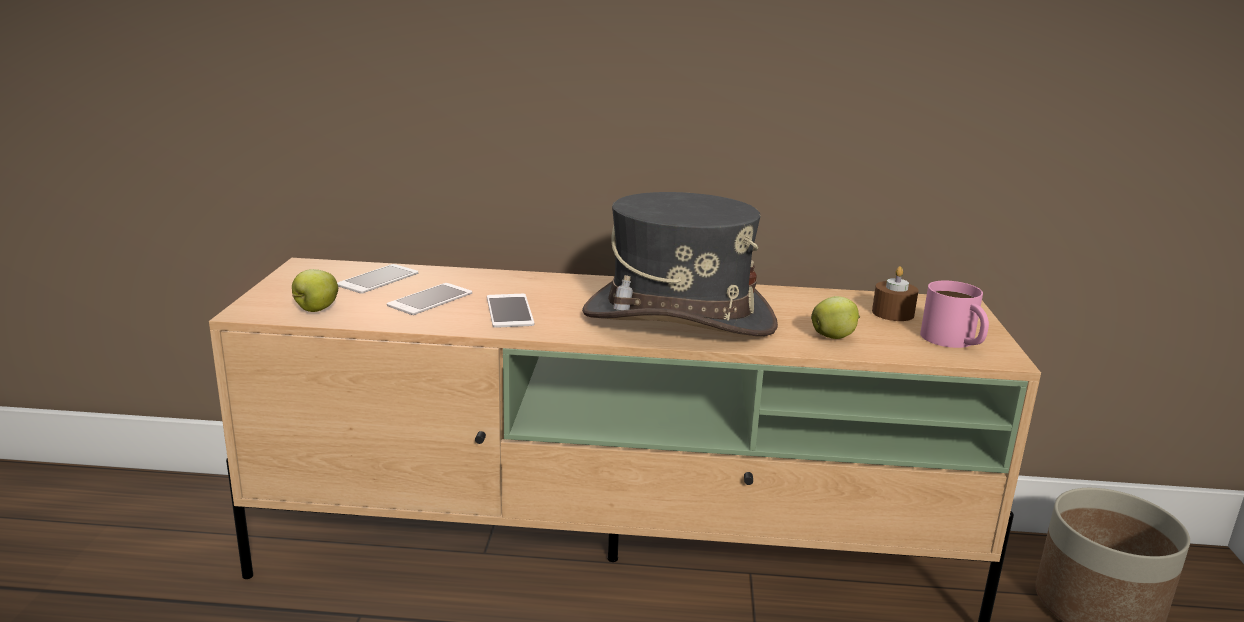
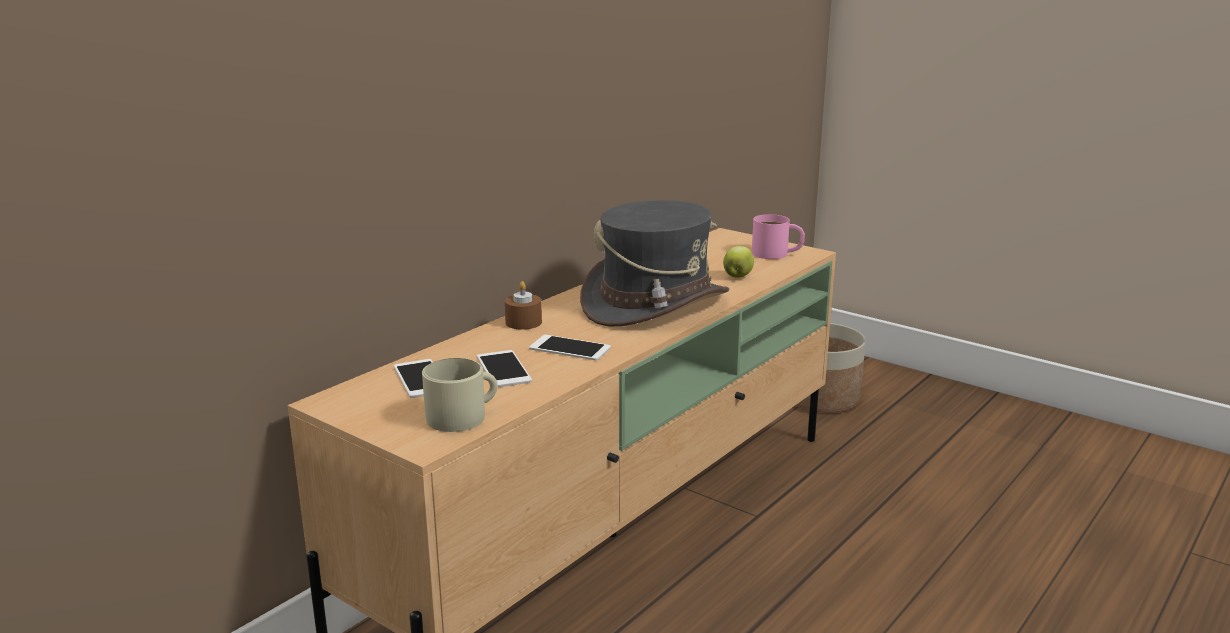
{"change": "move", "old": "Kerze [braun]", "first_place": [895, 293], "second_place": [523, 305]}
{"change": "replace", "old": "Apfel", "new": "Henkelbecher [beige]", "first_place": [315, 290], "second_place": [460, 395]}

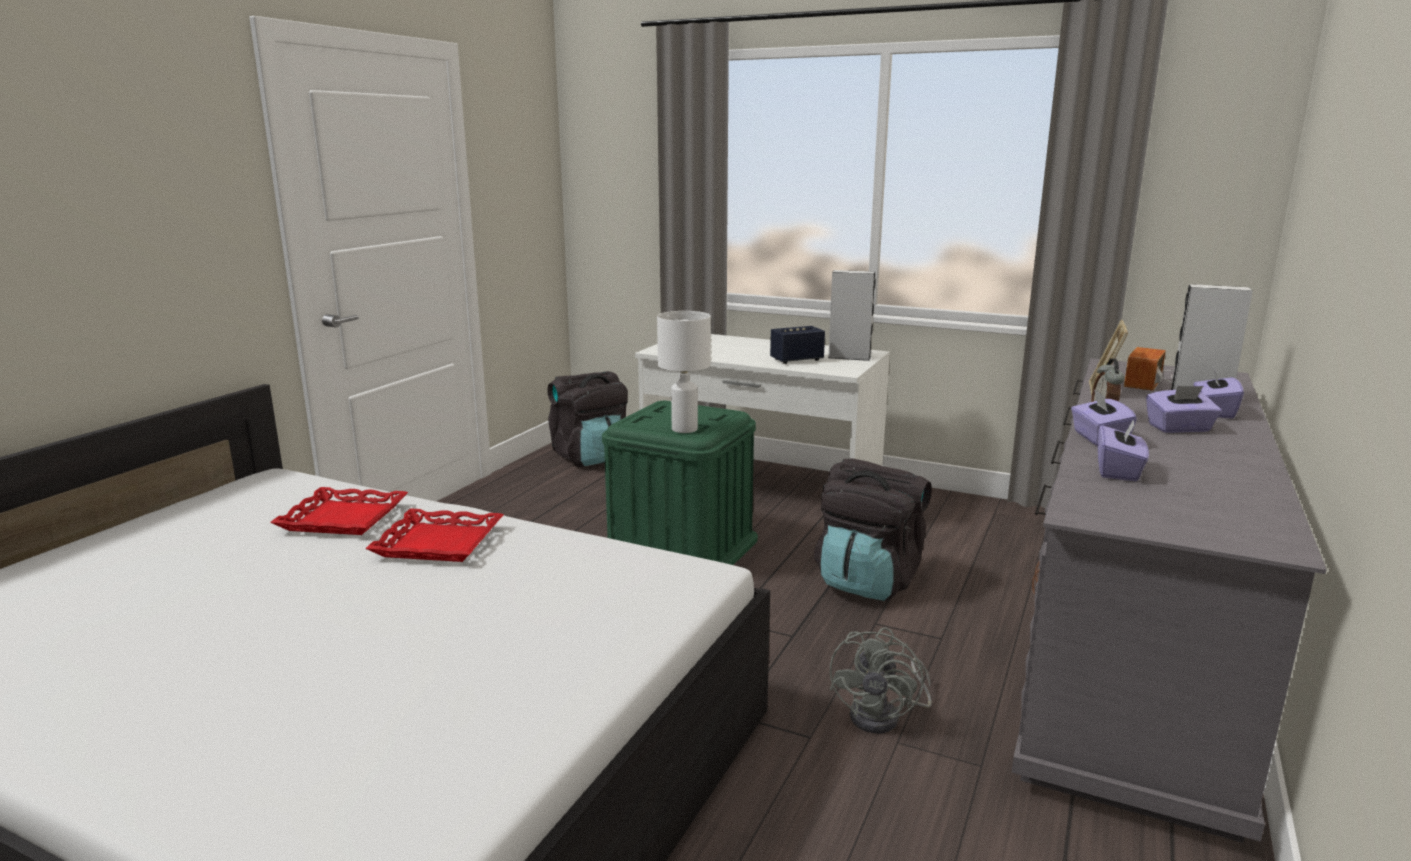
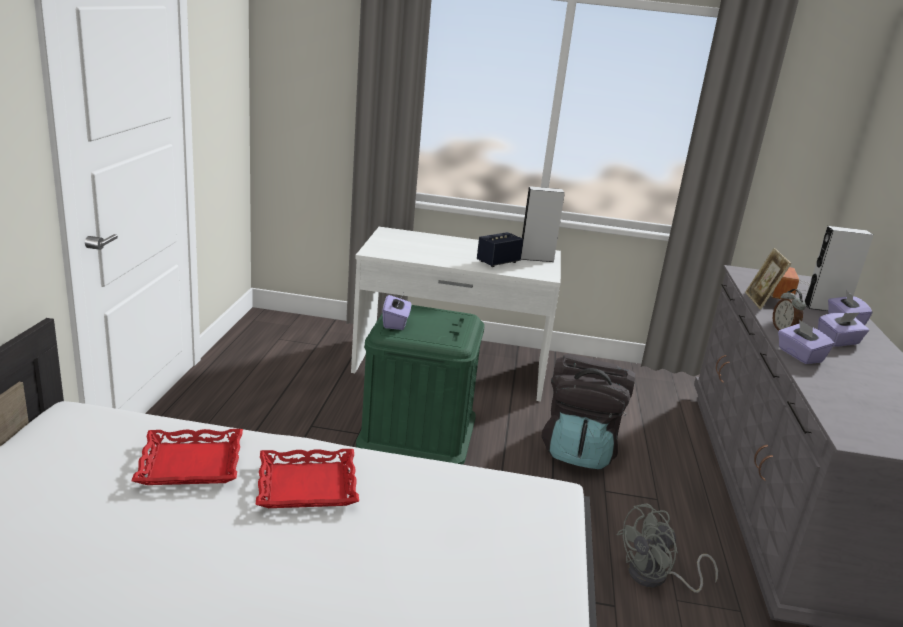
{"change": "delete", "old": "Rucksack [schwarz]", "first_place": [587, 419]}
{"change": "delete", "old": "Tischlampe [weiß]", "first_place": [684, 372]}
{"change": "move", "old": "Taschentuchbox [lila]", "first_place": [1123, 450], "second_place": [397, 312]}
{"change": "rotate", "old": "Ventilator [grau]", "first_place": [881, 681], "second_place": [667, 548], "degrees": 60}

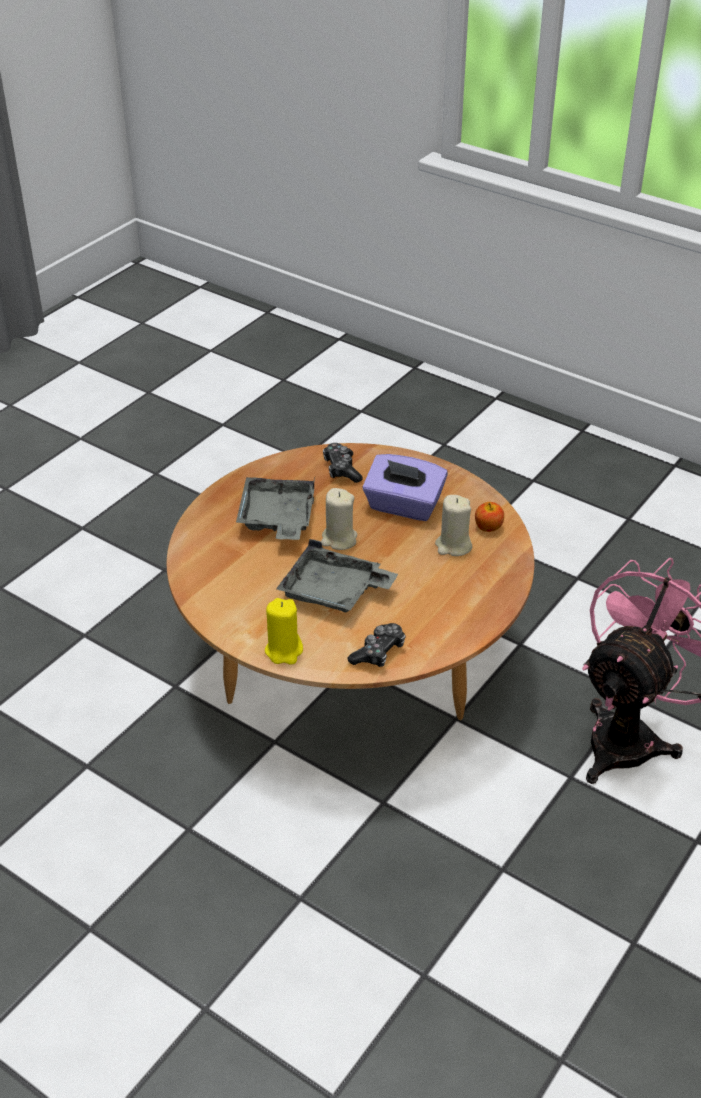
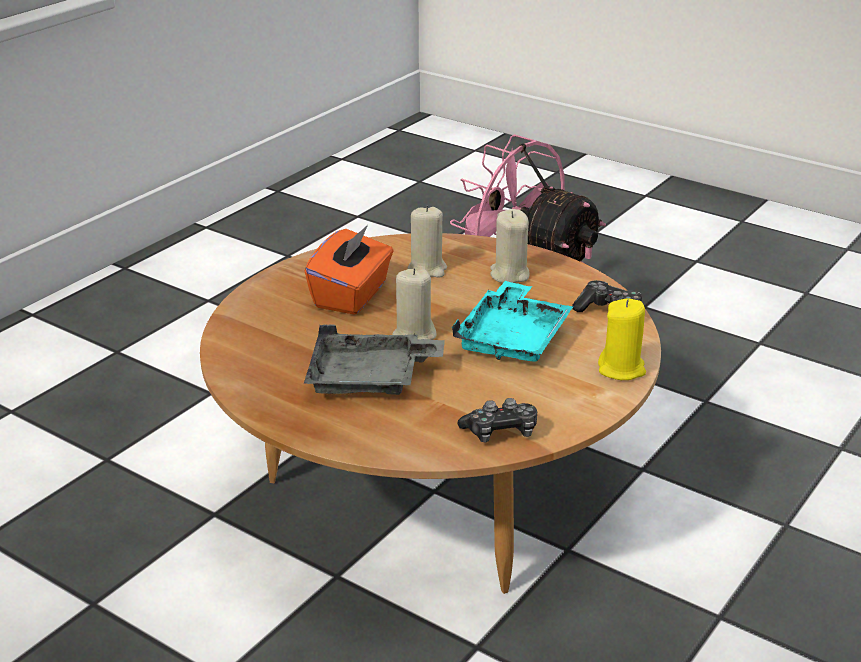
{"change": "delete", "old": "Apfel", "first_place": [489, 517]}
{"change": "insert", "new": "Kerze [beige]", "second_place": [510, 246]}
{"change": "move", "old": "Gamepad", "first_place": [343, 463], "second_place": [497, 420]}
{"change": "recolor", "old": "Tablett [grau]", "new": "Tablett [türkis]", "first_place": [337, 575], "second_place": [512, 321]}
{"change": "recolor", "old": "Taschentuchbox [lila]", "new": "Taschentuchbox [orange]", "first_place": [405, 487], "second_place": [349, 270]}

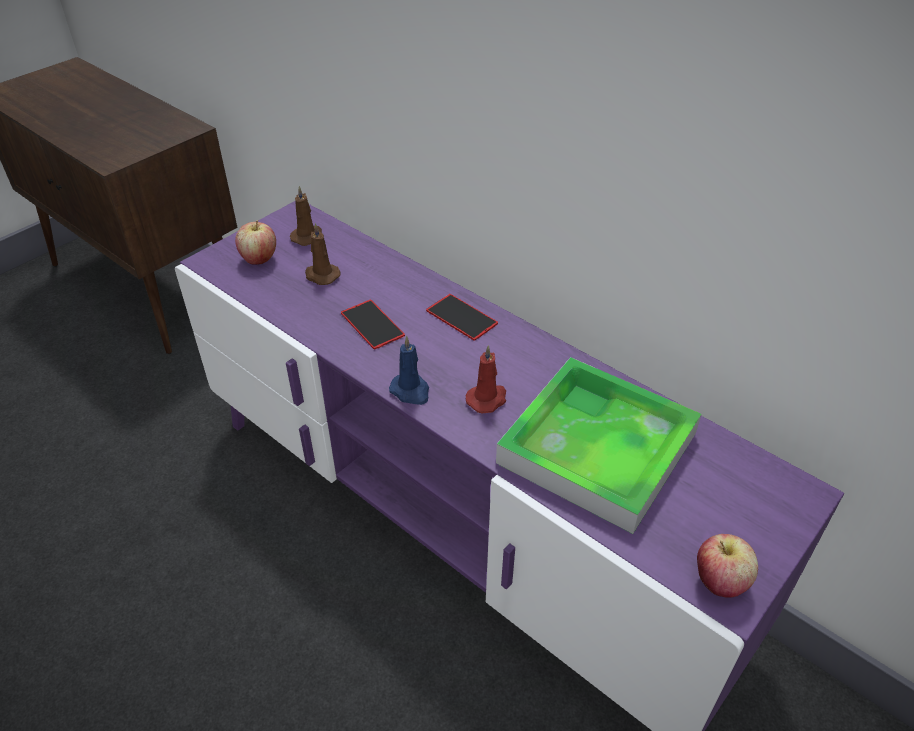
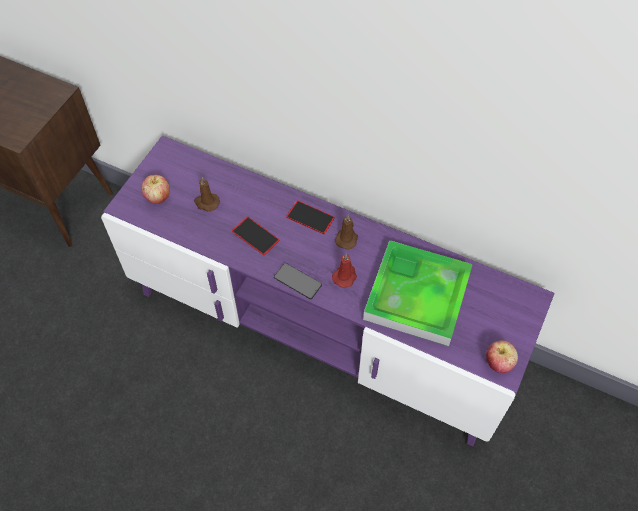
{"change": "move", "old": "Kerze [braun]", "first_place": [306, 216], "second_place": [346, 232]}
{"change": "replace", "old": "Kerze [blau]", "new": "Handy", "first_place": [409, 370], "second_place": [298, 281]}

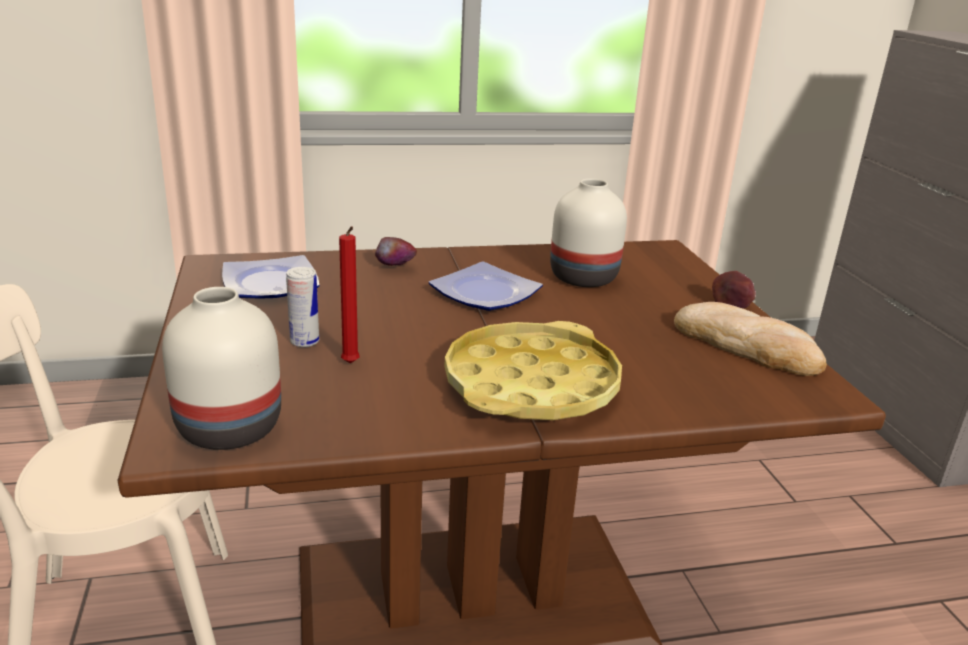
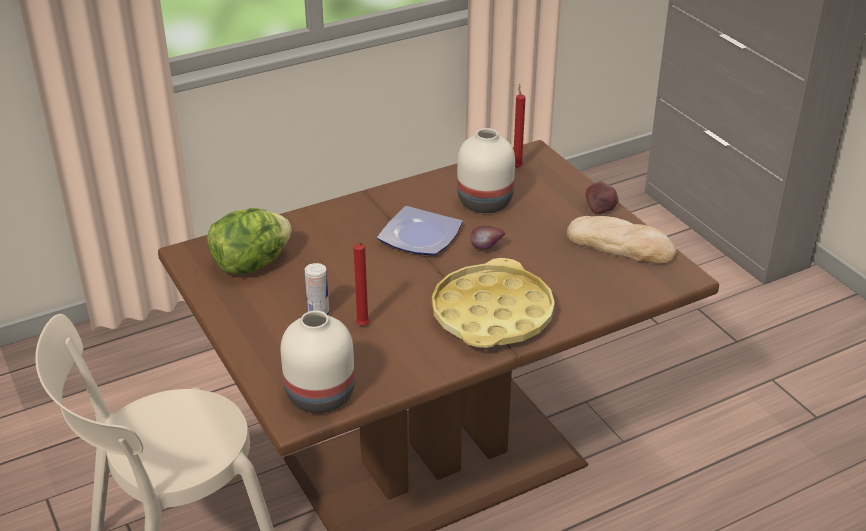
{"change": "insert", "new": "Kerze [rot]", "second_place": [520, 126]}
{"change": "move", "old": "Apfel", "first_place": [396, 251], "second_place": [487, 238]}
{"change": "replace", "old": "Teller", "new": "Salatkopf", "first_place": [271, 277], "second_place": [249, 241]}

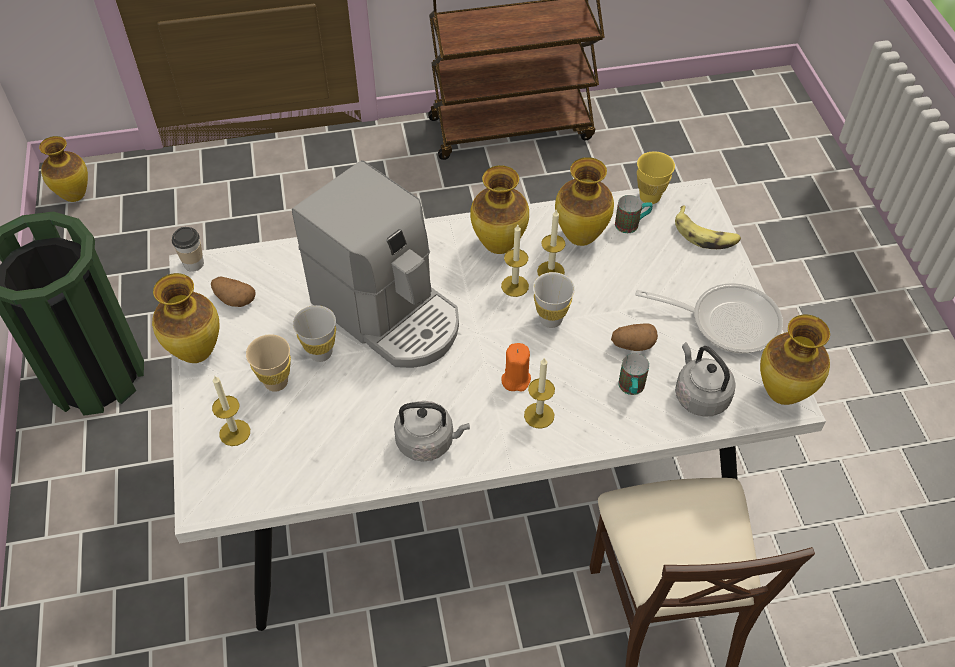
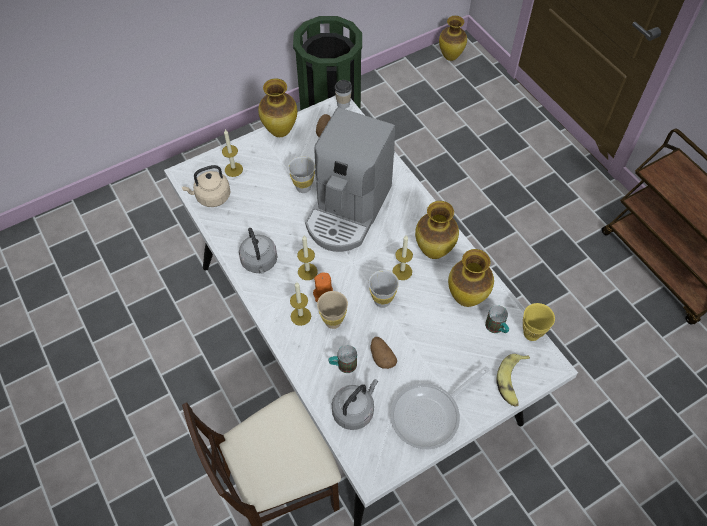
{"change": "delete", "old": "Vase", "first_place": [795, 359]}
{"change": "insert", "new": "Wasserkessel [beige]", "second_place": [206, 186]}
{"change": "move", "old": "Tasse [beige]", "first_place": [268, 363], "second_place": [332, 310]}
{"change": "move", "old": "Kerze", "first_place": [551, 242], "second_place": [307, 257]}
{"change": "rotate", "old": "Pfanne", "first_place": [709, 318], "second_place": [440, 408], "degrees": 60}

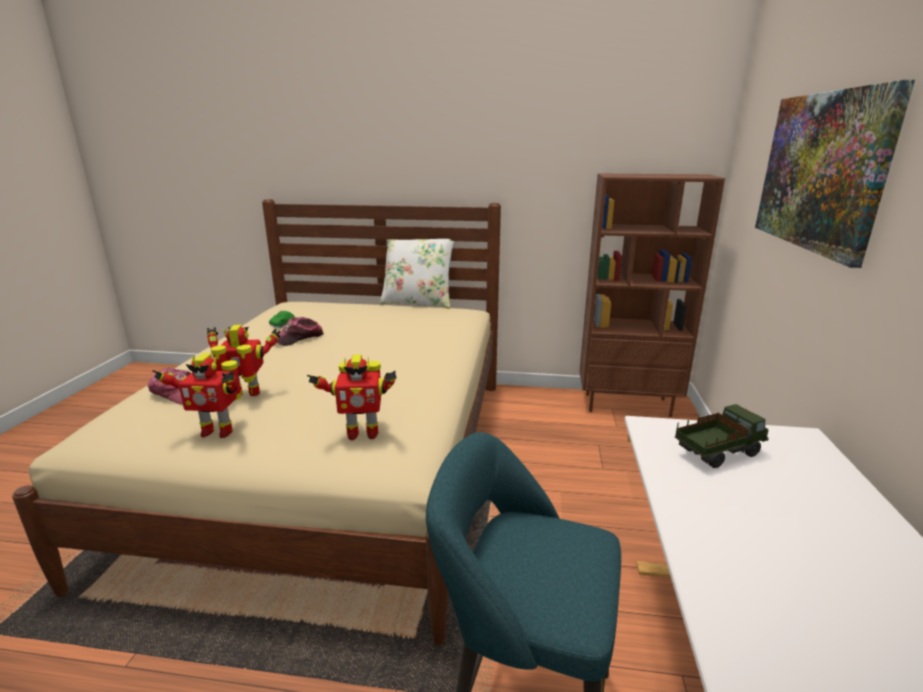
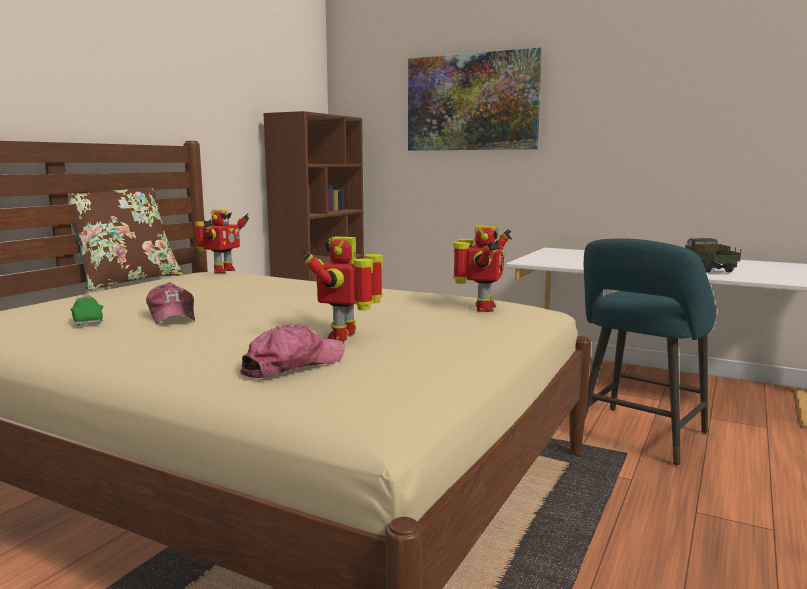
{"change": "move", "old": "Spielzeugroboter", "first_place": [197, 395], "second_place": [222, 241]}
{"change": "move", "old": "Spielzeuglaster", "first_place": [722, 436], "second_place": [713, 255]}
{"change": "recolor", "old": "Kissen [weiß]", "new": "Kissen [braun]", "first_place": [417, 274], "second_place": [125, 239]}

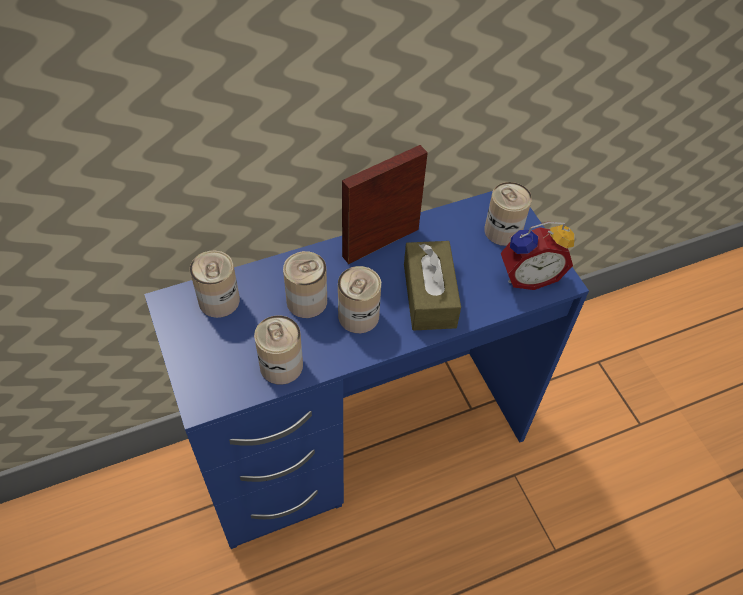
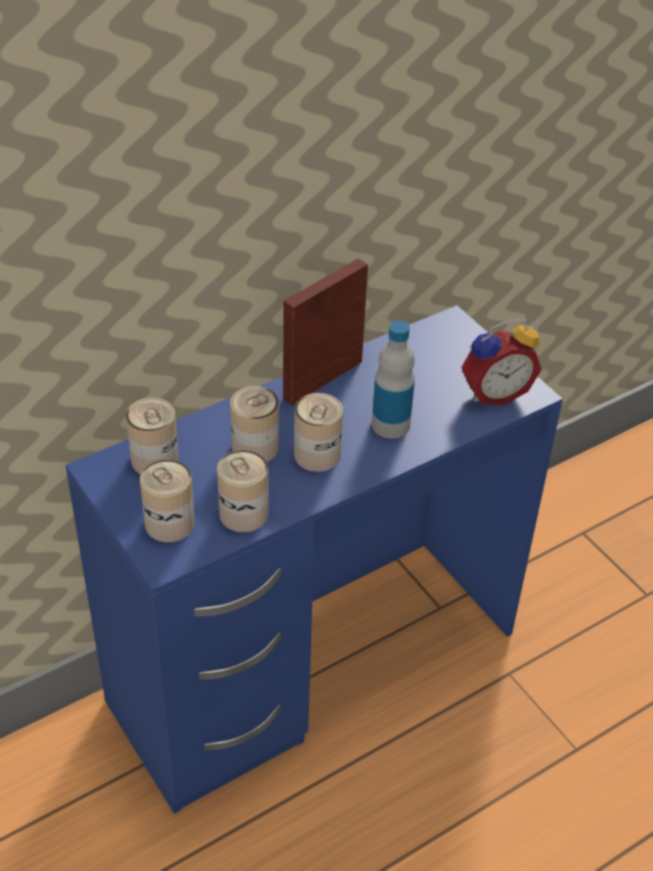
{"change": "move", "old": "Dose", "first_place": [508, 214], "second_place": [167, 500]}
{"change": "replace", "old": "Taschentuchbox [braun]", "new": "Flasche", "first_place": [432, 286], "second_place": [393, 379]}

